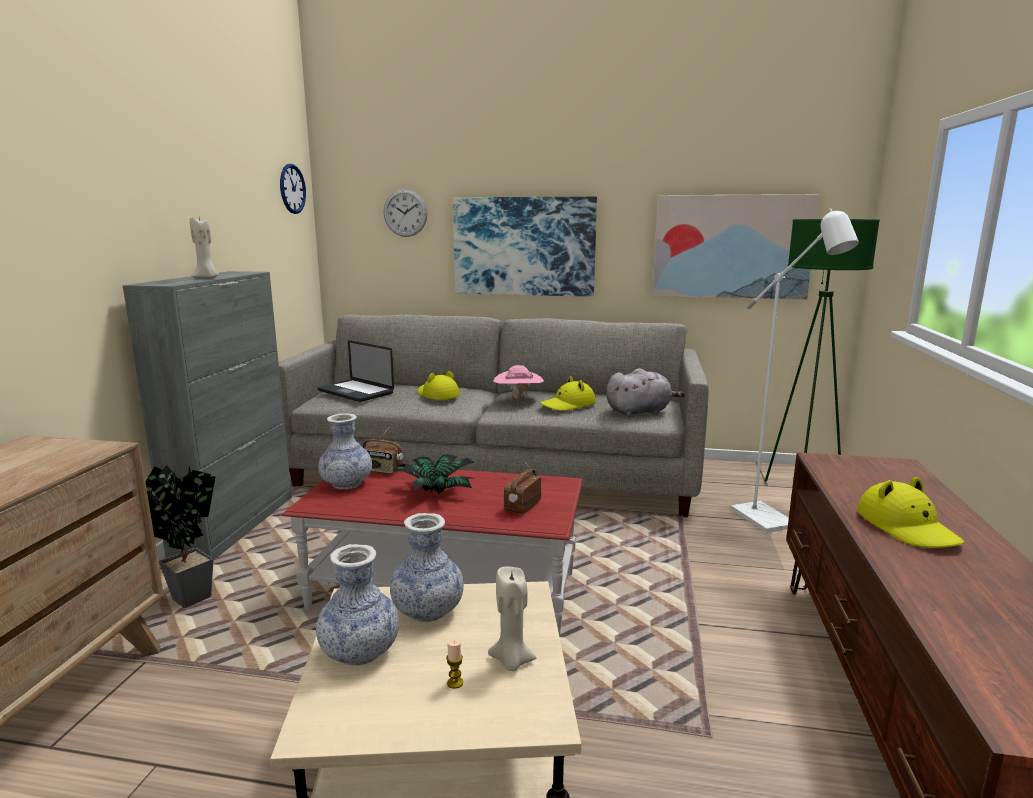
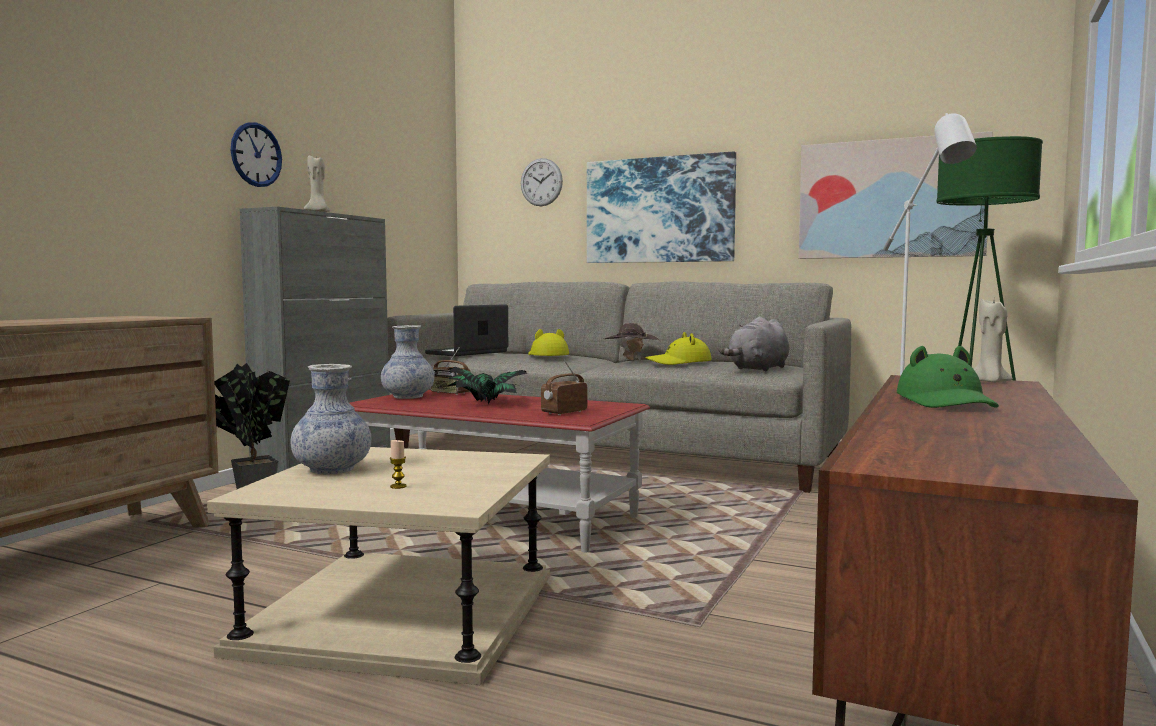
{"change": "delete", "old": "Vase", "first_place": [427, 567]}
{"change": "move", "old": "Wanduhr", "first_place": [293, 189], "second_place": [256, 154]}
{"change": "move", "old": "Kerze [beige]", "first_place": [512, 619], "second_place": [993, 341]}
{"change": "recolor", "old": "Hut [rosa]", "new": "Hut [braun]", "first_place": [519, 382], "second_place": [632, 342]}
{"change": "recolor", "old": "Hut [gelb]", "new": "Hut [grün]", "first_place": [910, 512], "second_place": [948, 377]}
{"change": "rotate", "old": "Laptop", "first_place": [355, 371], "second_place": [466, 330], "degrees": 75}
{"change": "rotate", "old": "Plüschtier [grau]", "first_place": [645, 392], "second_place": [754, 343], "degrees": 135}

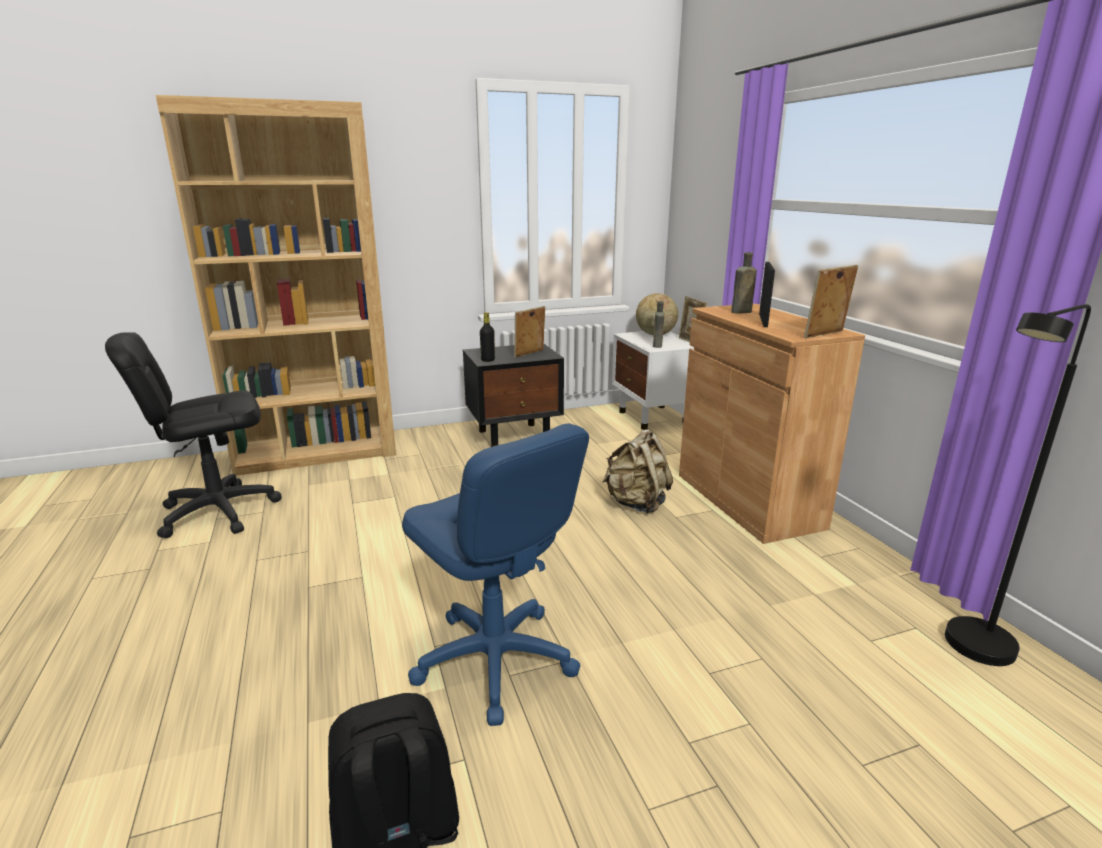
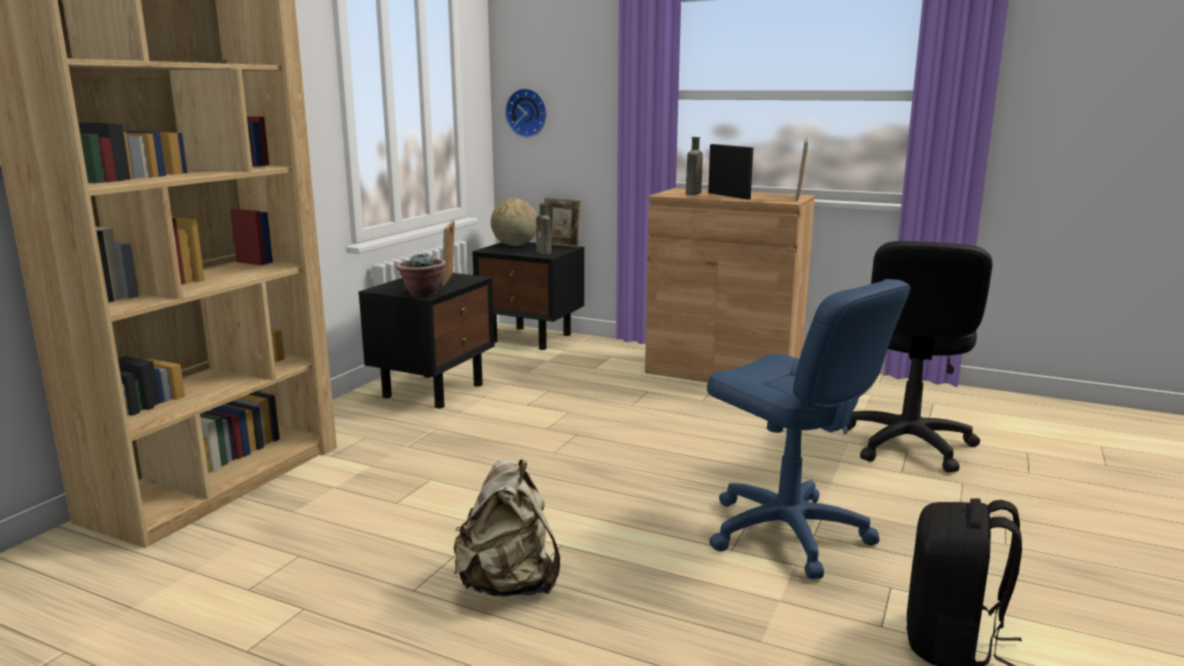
{"change": "delete", "old": "Stehlampe [schwarz]", "first_place": [1018, 485]}
{"change": "insert", "new": "Wanduhr", "second_place": [526, 113]}
{"change": "move", "old": "Bürostuhl [schwarz]", "first_place": [193, 435], "second_place": [920, 356]}
{"change": "move", "old": "Rucksack [beige]", "first_place": [637, 471], "second_place": [506, 528]}
{"change": "replace", "old": "Flasche [schwarz]", "new": "Topfpflanze", "first_place": [487, 337], "second_place": [421, 274]}
{"change": "recolor", "old": "Nachttisch [weiß]", "new": "Nachttisch [schwarz]", "first_place": [653, 380], "second_place": [528, 296]}
{"change": "rotate", "old": "Bürostuhl [blau]", "first_place": [495, 575], "second_place": [808, 429], "degrees": 45}

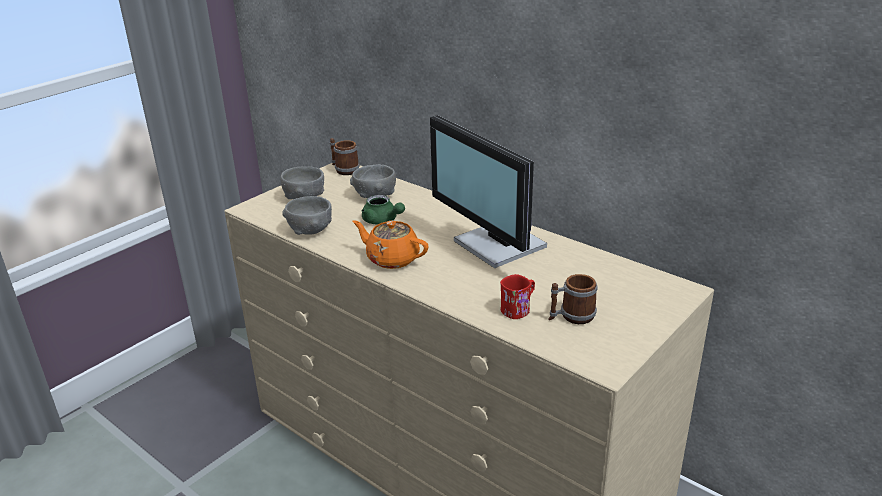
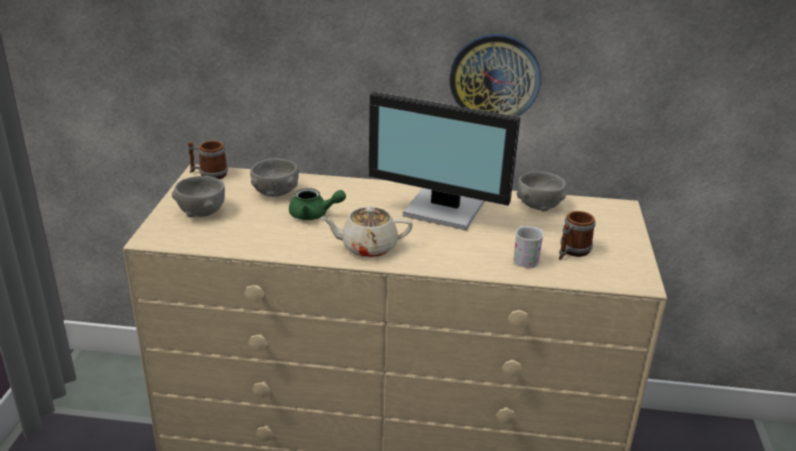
{"change": "insert", "new": "Wanduhr", "second_place": [495, 75]}
{"change": "move", "old": "Schüssel [grau]", "first_place": [307, 215], "second_place": [541, 191]}
{"change": "recolor", "old": "Teekanne [orange]", "new": "Teekanne [beige]", "first_place": [391, 244], "second_place": [367, 232]}
{"change": "recolor", "old": "Henkelbecher [rot]", "new": "Henkelbecher [weiß]", "first_place": [517, 296], "second_place": [528, 247]}

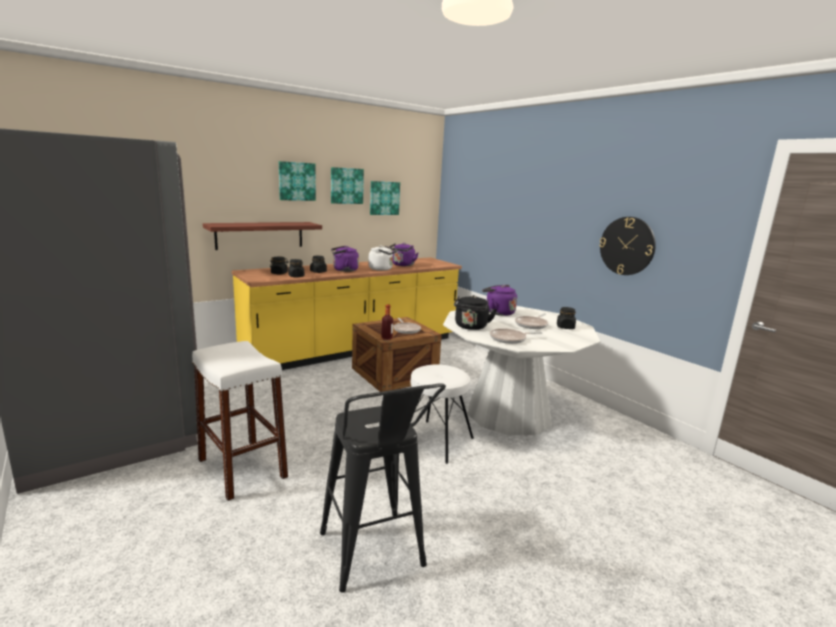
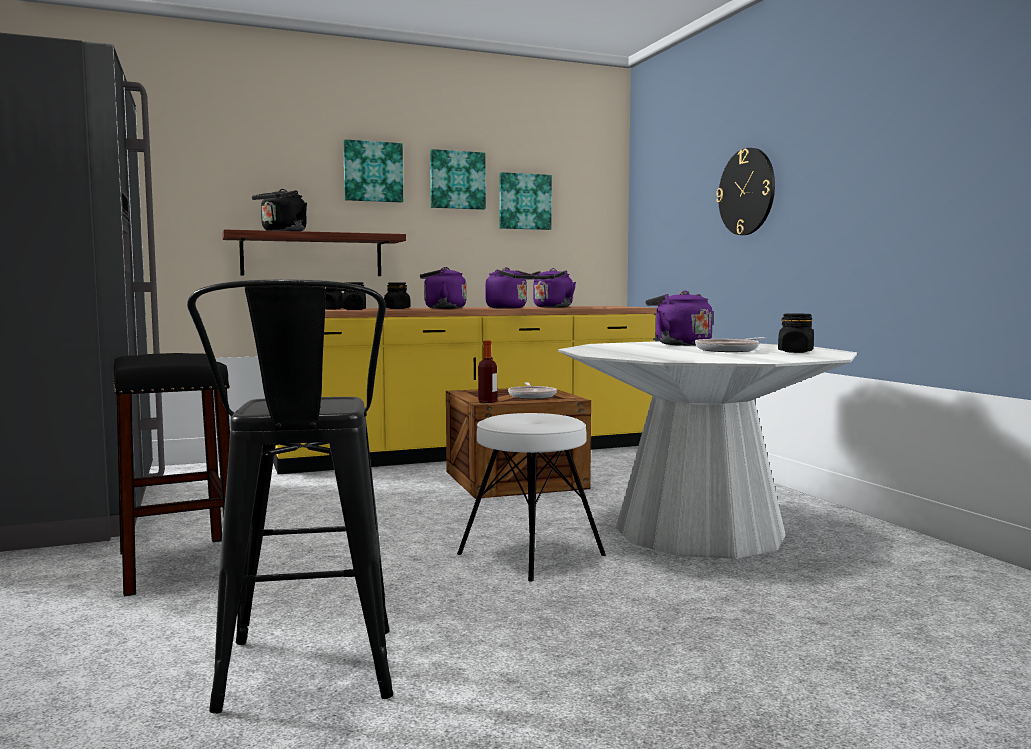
{"change": "delete", "old": "Pfanne", "first_place": [516, 336]}
{"change": "move", "old": "Wasserkessel [schwarz]", "first_place": [475, 312], "second_place": [279, 210]}
{"change": "move", "old": "Wanduhr", "first_place": [627, 246], "second_place": [745, 191]}
{"change": "recolor", "old": "Hocker [weiß]", "new": "Hocker [schwarz]", "first_place": [240, 421], "second_place": [171, 474]}
{"change": "recolor", "old": "Wasserkessel [weiß]", "new": "Wasserkessel [lila]", "first_place": [382, 258], "second_place": [510, 288]}

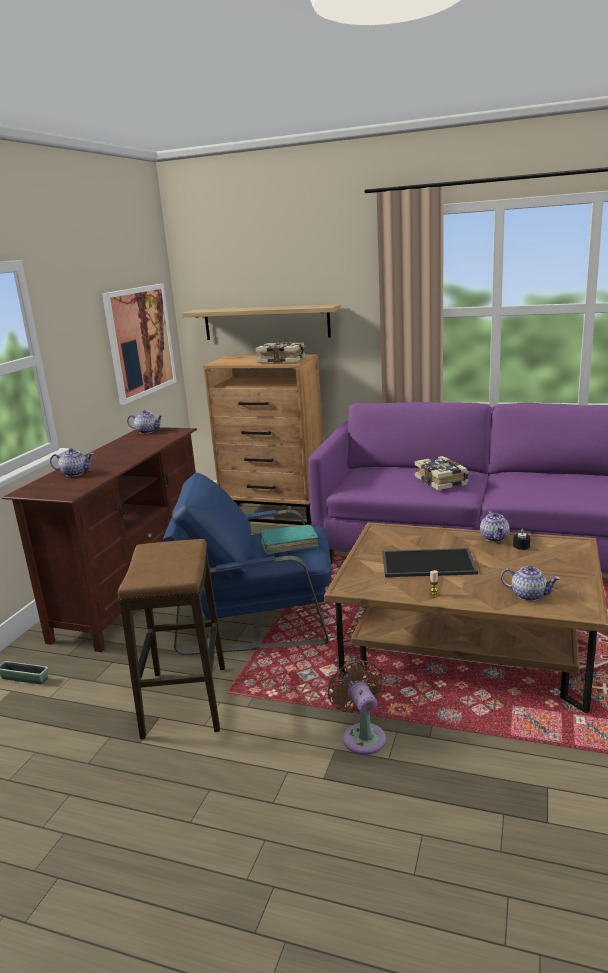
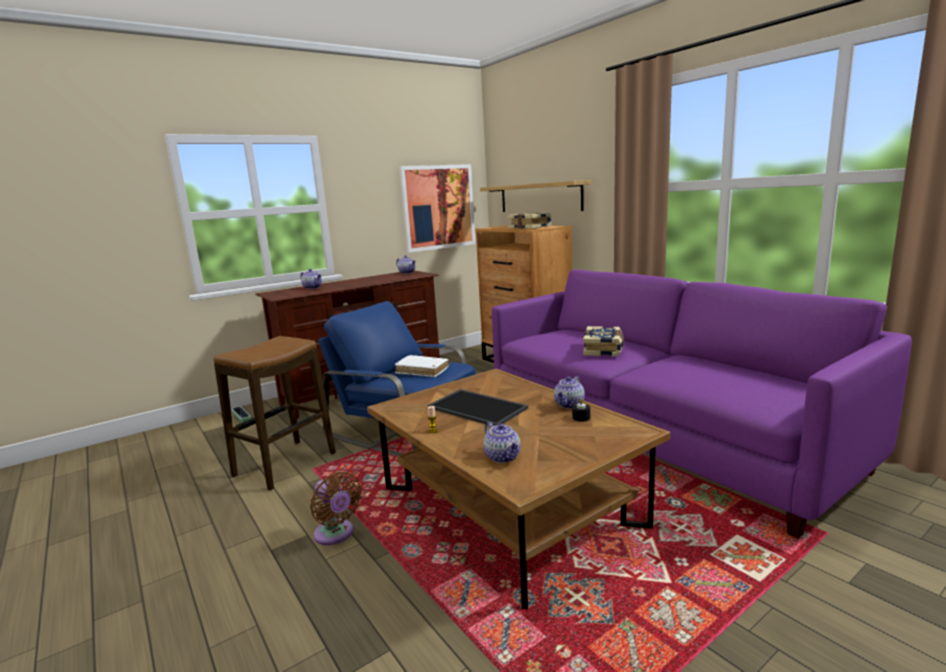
{"change": "recolor", "old": "Buch [türkis]", "new": "Buch [weiß]", "first_place": [289, 540], "second_place": [422, 366]}
{"change": "rotate", "old": "Ventilator [braun]", "first_place": [357, 707], "second_place": [336, 508], "degrees": 120}

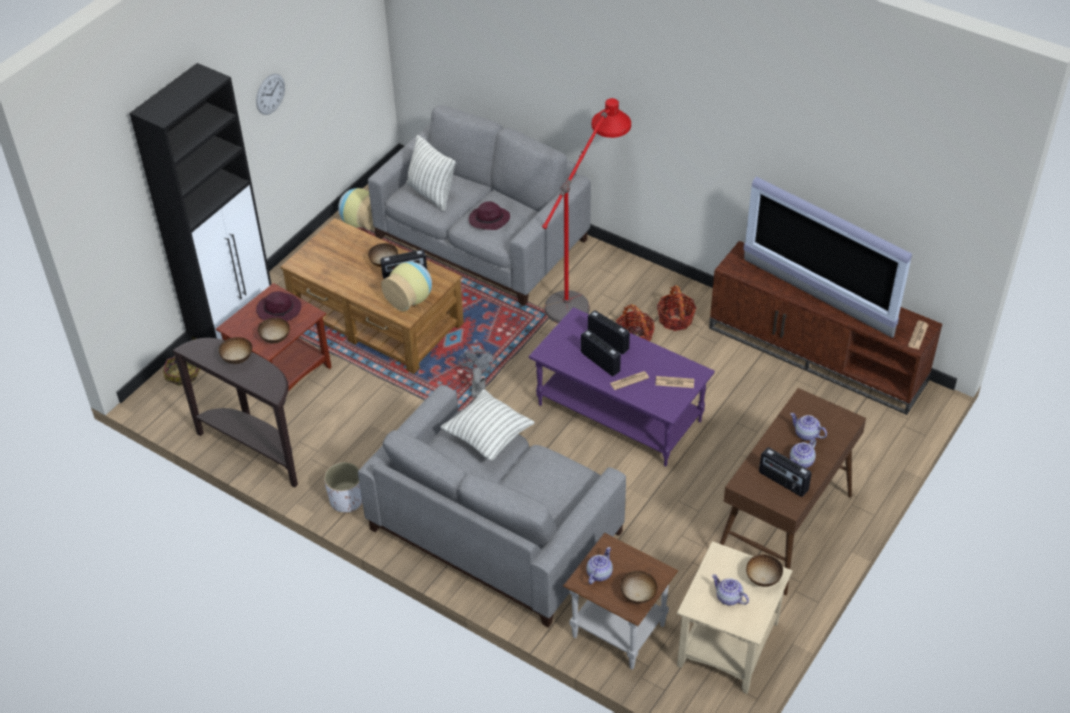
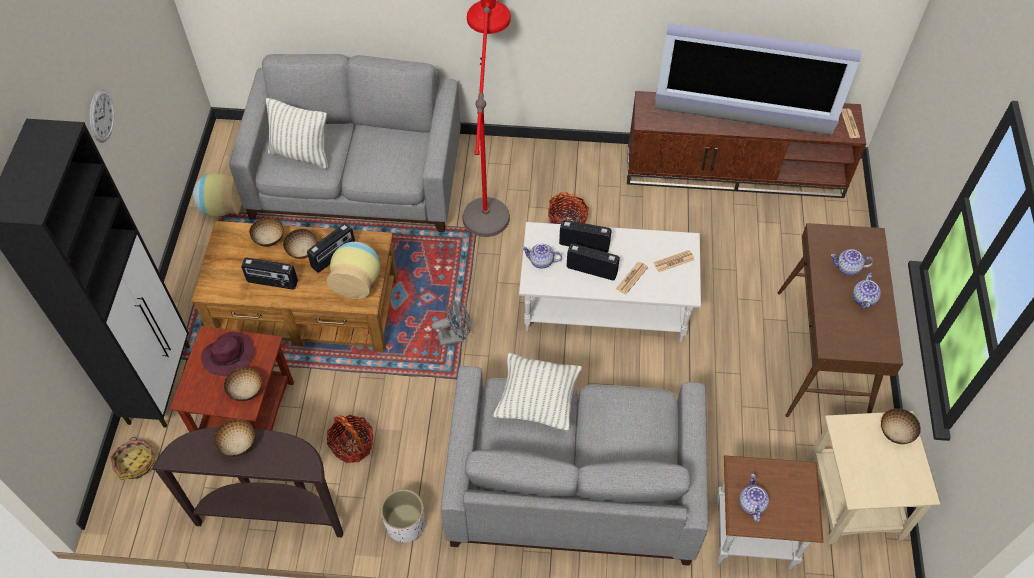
{"change": "delete", "old": "Hut [lila]", "first_place": [489, 215]}
{"change": "move", "old": "Schüssel", "first_place": [639, 587], "second_place": [266, 232]}
{"change": "move", "old": "Korb", "first_place": [676, 308], "second_place": [350, 439]}
{"change": "move", "old": "Teekanne", "first_place": [730, 589], "second_place": [542, 256]}
{"change": "move", "old": "Radio", "first_place": [785, 472], "second_place": [269, 274]}
{"change": "recolor", "old": "Couchtisch [lila]", "new": "Couchtisch [weiß]", "first_place": [622, 387], "second_place": [610, 282]}
{"change": "rotate", "old": "Ventilator [grau]", "first_place": [477, 373], "second_place": [451, 322], "degrees": 105}

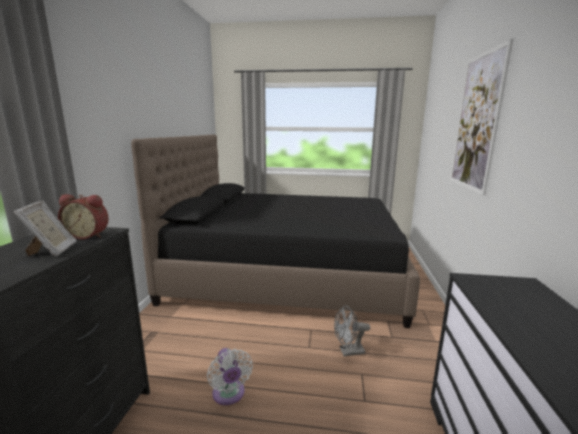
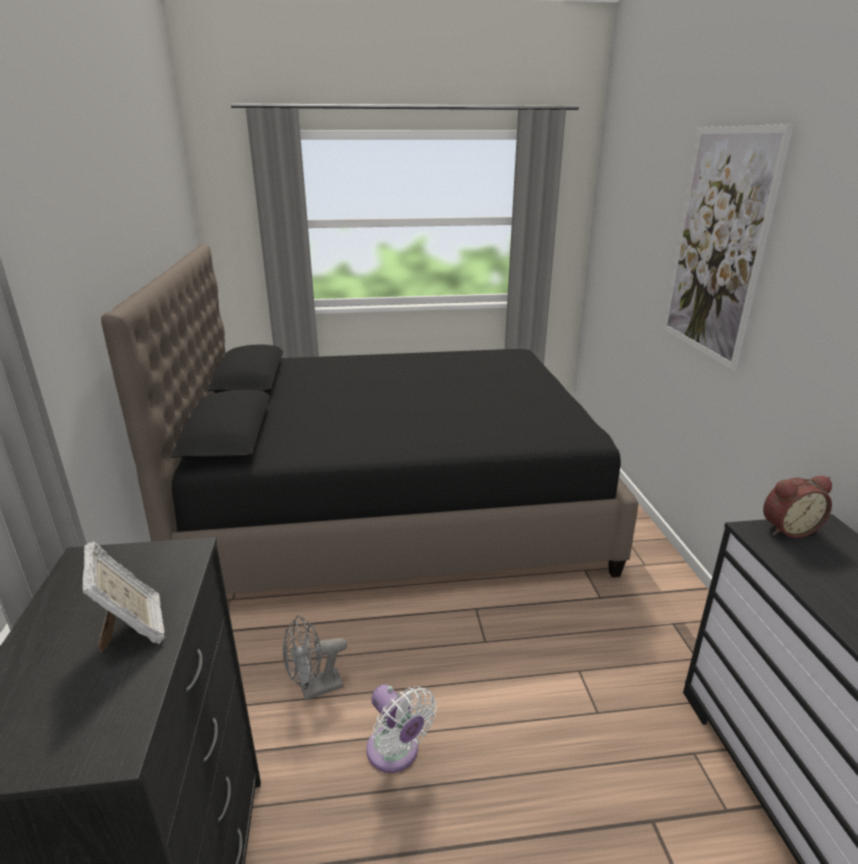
{"change": "move", "old": "Wecker", "first_place": [83, 217], "second_place": [797, 507]}
{"change": "move", "old": "Ventilator [grau]", "first_place": [352, 330], "second_place": [315, 658]}

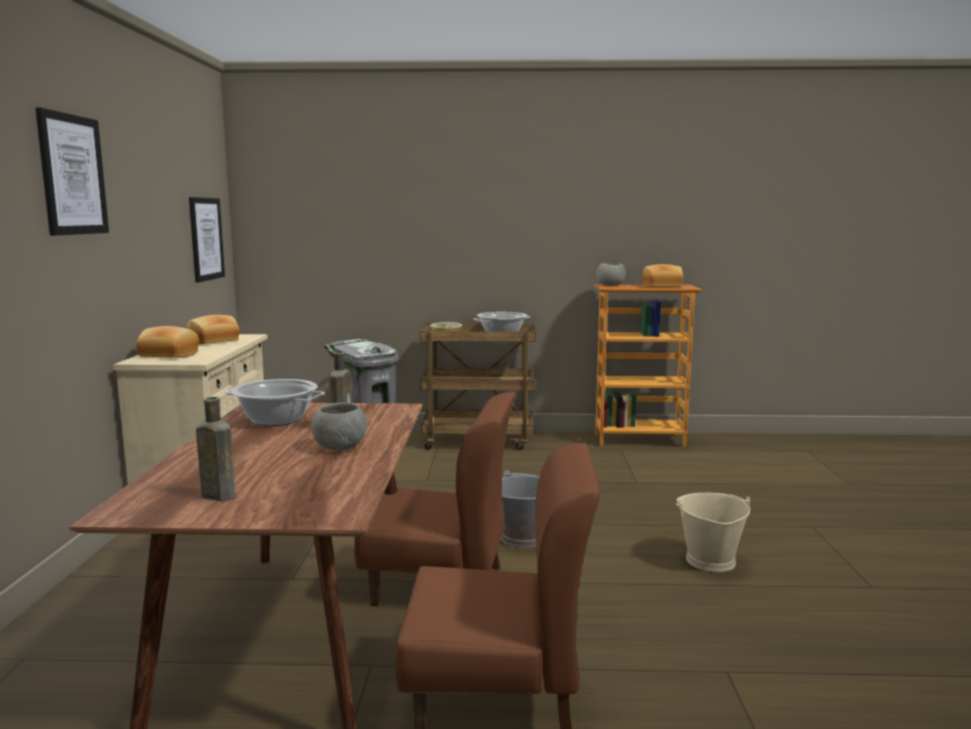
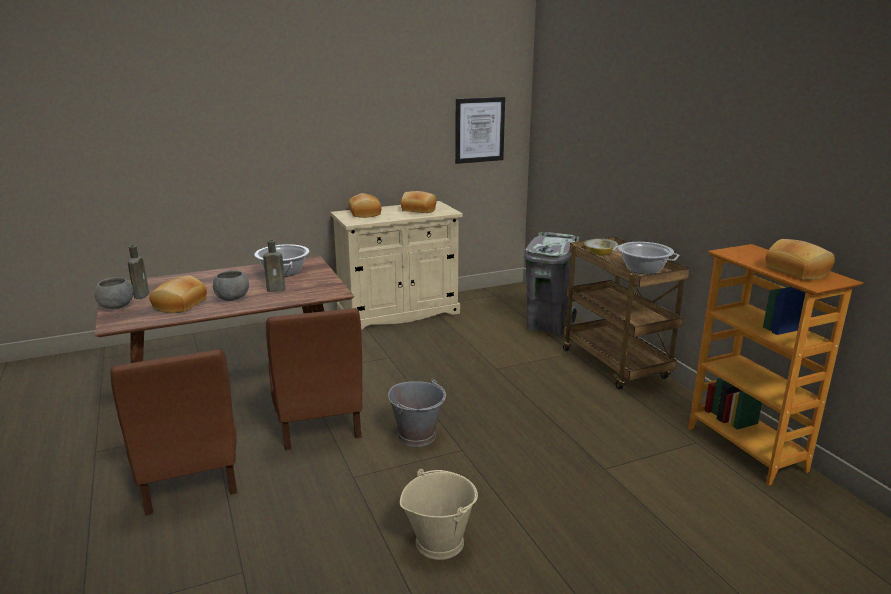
{"change": "delete", "old": "Bild", "first_place": [72, 171]}
{"change": "insert", "new": "Brot", "second_place": [178, 294]}
{"change": "move", "old": "Schüssel [grau]", "first_place": [611, 274], "second_place": [114, 293]}

